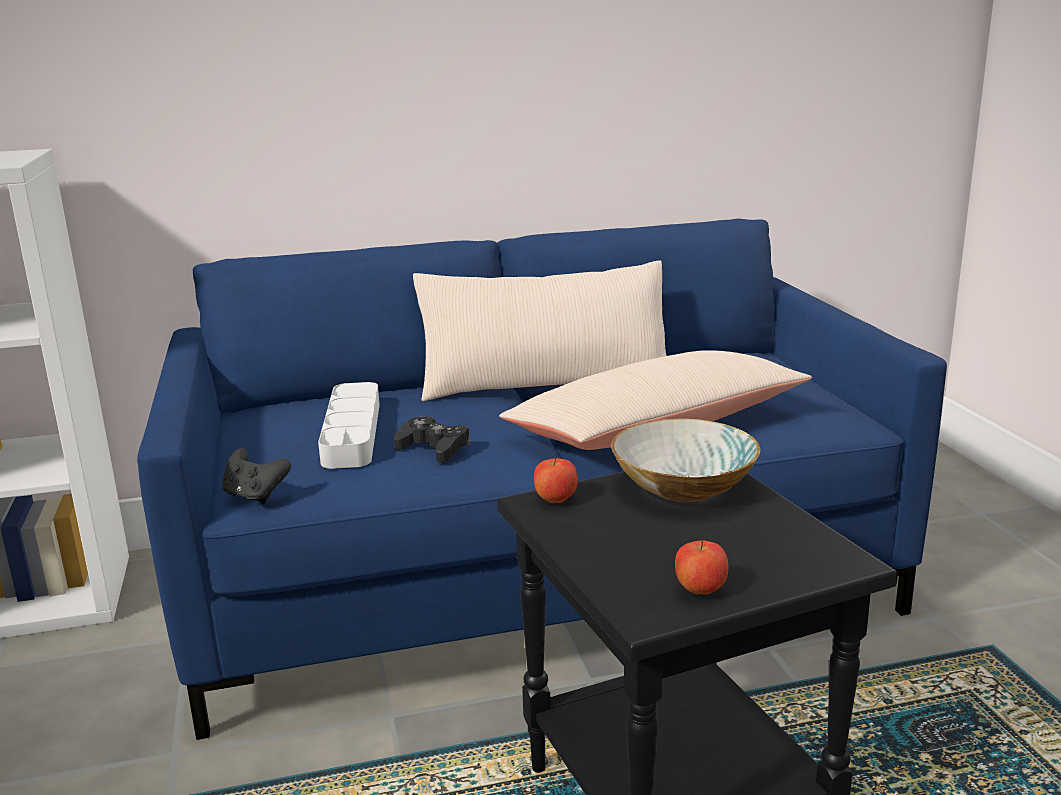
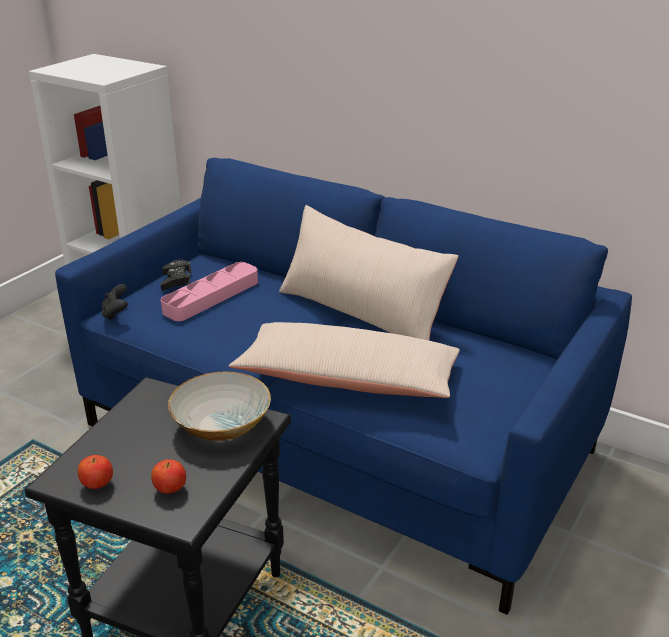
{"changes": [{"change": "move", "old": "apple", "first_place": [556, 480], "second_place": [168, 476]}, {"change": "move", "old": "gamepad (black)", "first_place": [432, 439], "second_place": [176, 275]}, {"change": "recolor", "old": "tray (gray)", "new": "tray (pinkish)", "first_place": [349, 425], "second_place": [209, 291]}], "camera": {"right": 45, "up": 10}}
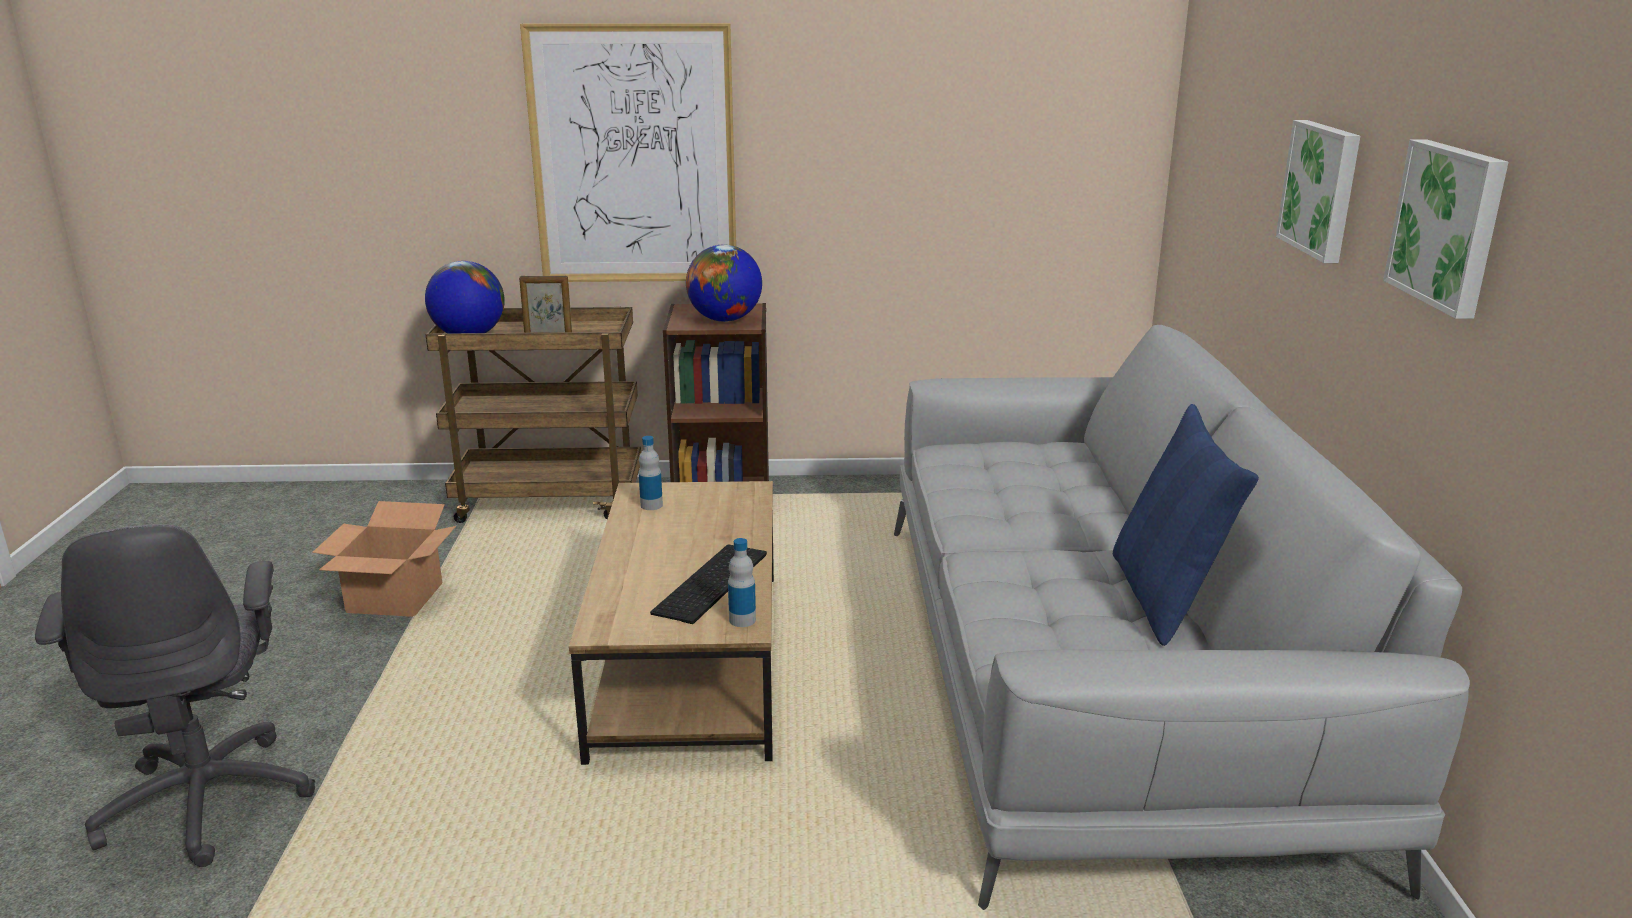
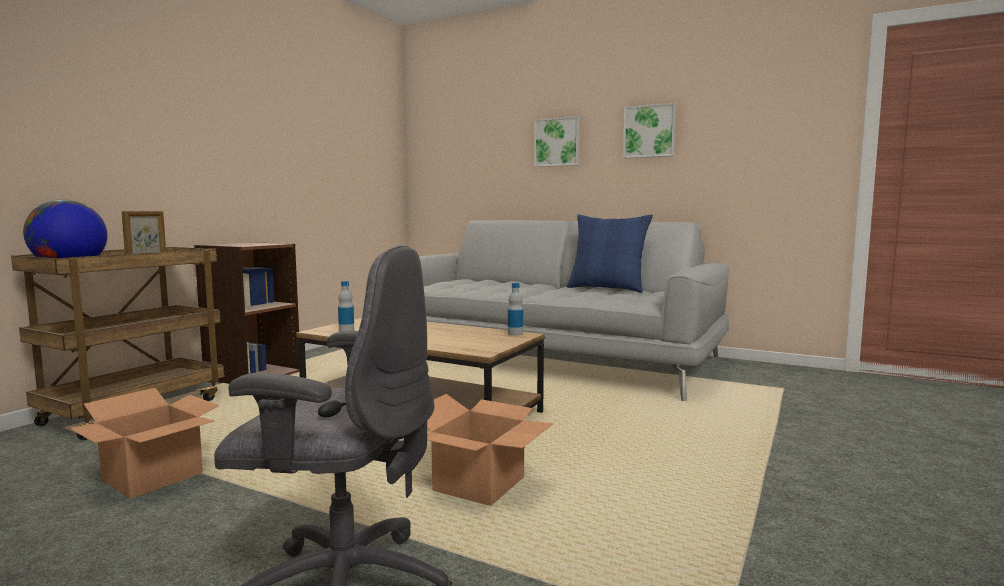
{"changes": [{"change": "insert", "new": "cardboard box", "second_place": [490, 450]}, {"change": "delete", "old": "wall art", "first_place": [628, 152]}, {"change": "delete", "old": "keyboard", "first_place": [708, 584]}, {"change": "delete", "old": "desk globe", "first_place": [724, 283]}], "camera": {"right": -60, "up": -15}}
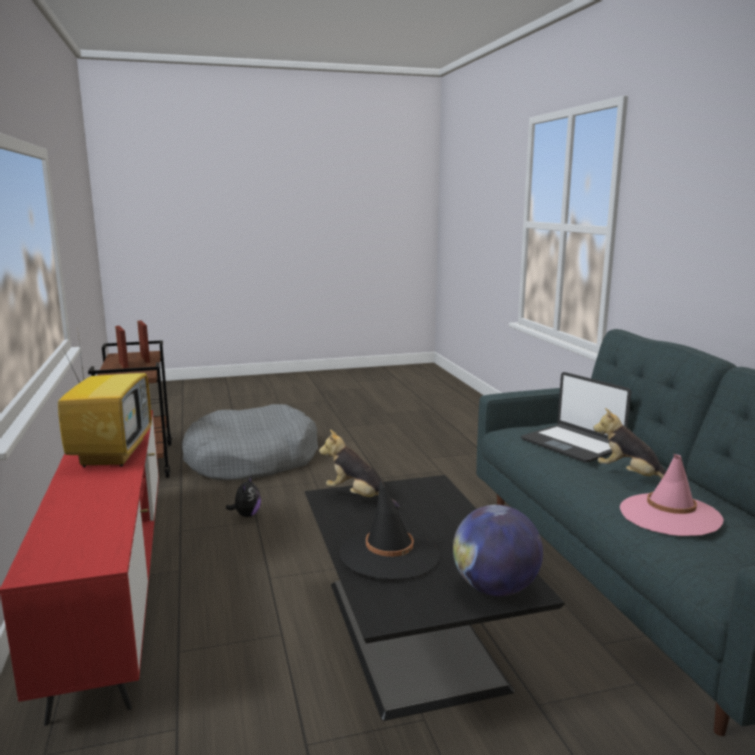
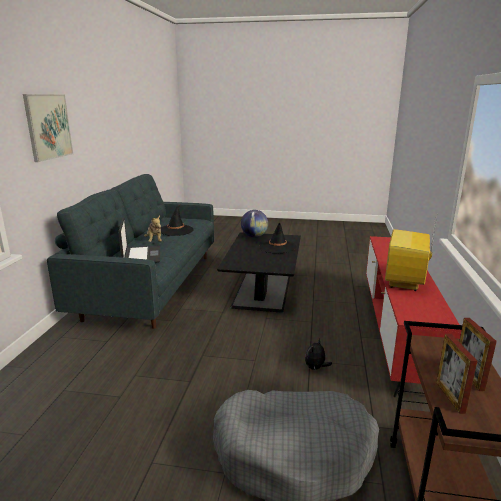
{"changes": [{"change": "insert", "new": "wall art", "second_place": [48, 128]}, {"change": "recolor", "old": "wearable hat (pinkish)", "new": "wearable hat (black)", "first_place": [672, 495], "second_place": [177, 220]}, {"change": "delete", "old": "plush toy", "first_place": [359, 469]}], "camera": {"right": -155, "up": 5}}
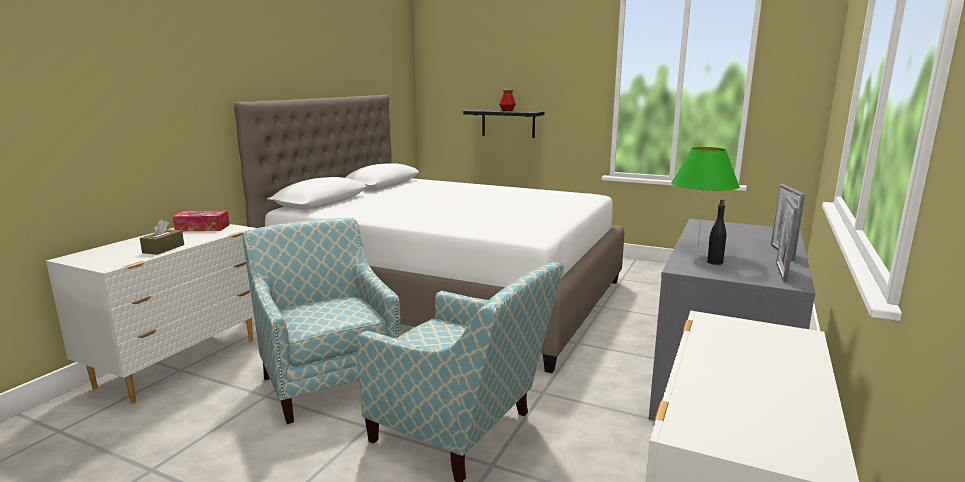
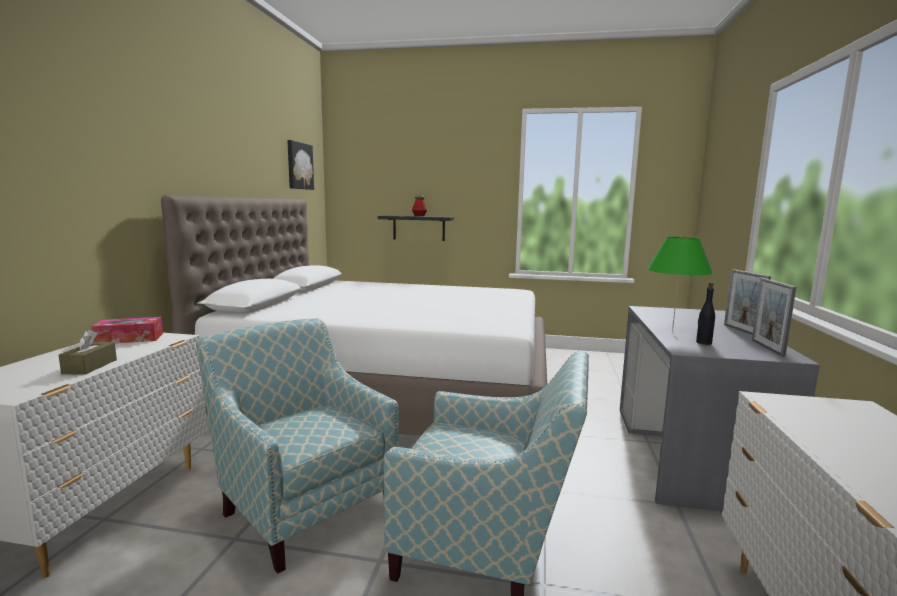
{"changes": [{"change": "insert", "new": "wall art", "second_place": [300, 165]}], "camera": {"right": -15, "up": -5}}
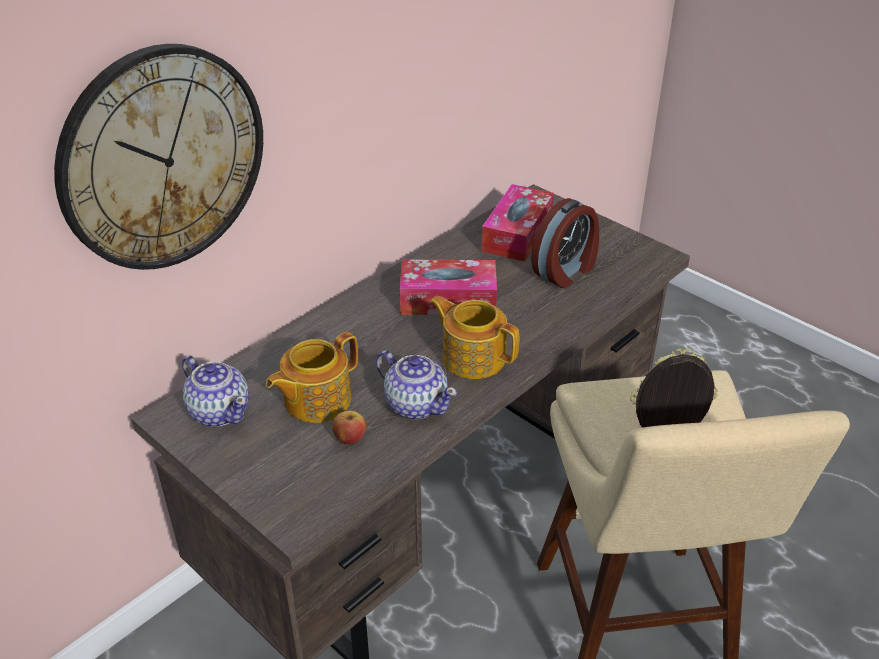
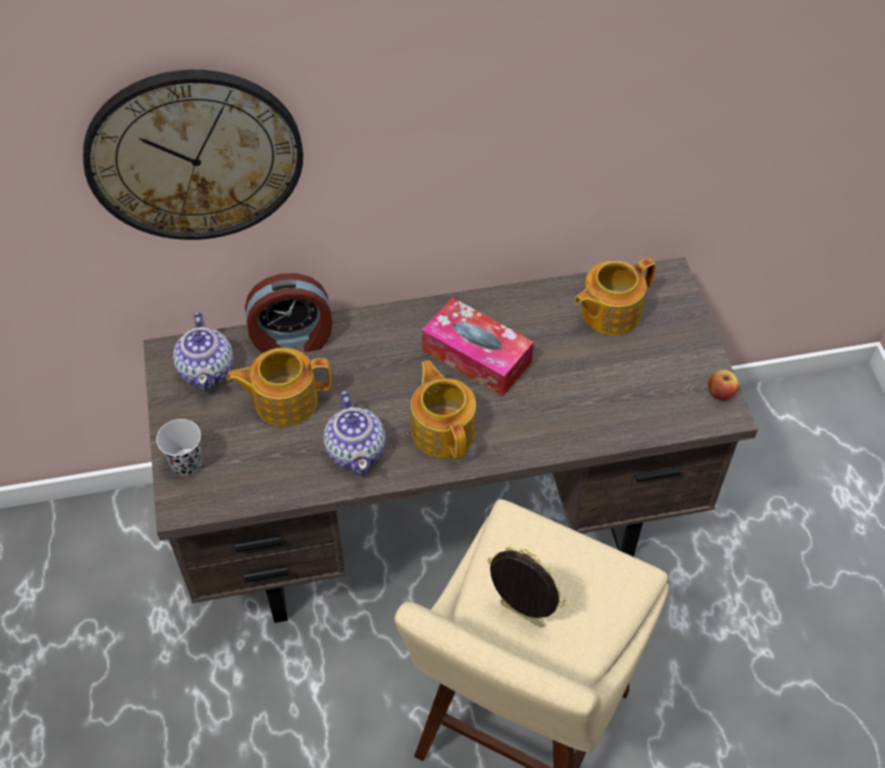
{"changes": [{"change": "insert", "new": "drinking cup (black)", "second_place": [179, 447]}, {"change": "move", "old": "table clock", "first_place": [565, 243], "second_place": [288, 313]}, {"change": "replace", "old": "tissue holder", "new": "tea pot", "first_place": [517, 223], "second_place": [615, 297]}, {"change": "move", "old": "apple", "first_place": [349, 428], "second_place": [723, 385]}], "camera": {"right": 35, "up": 15}}
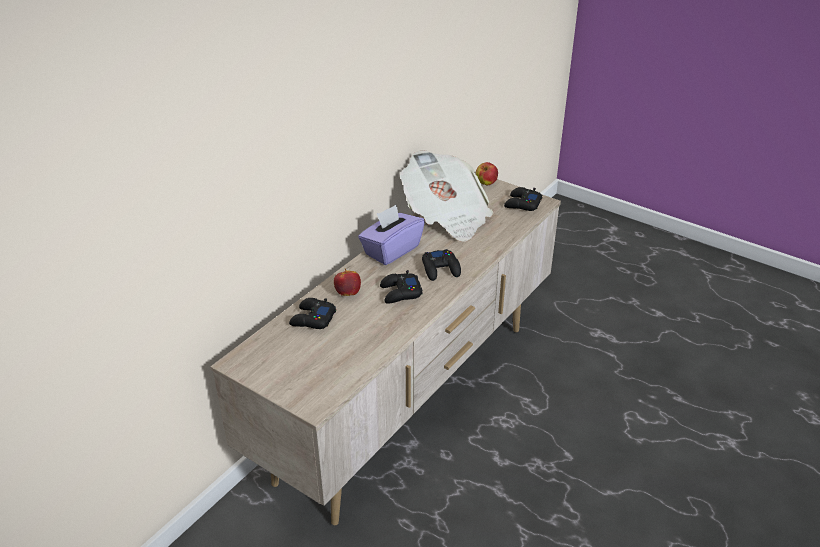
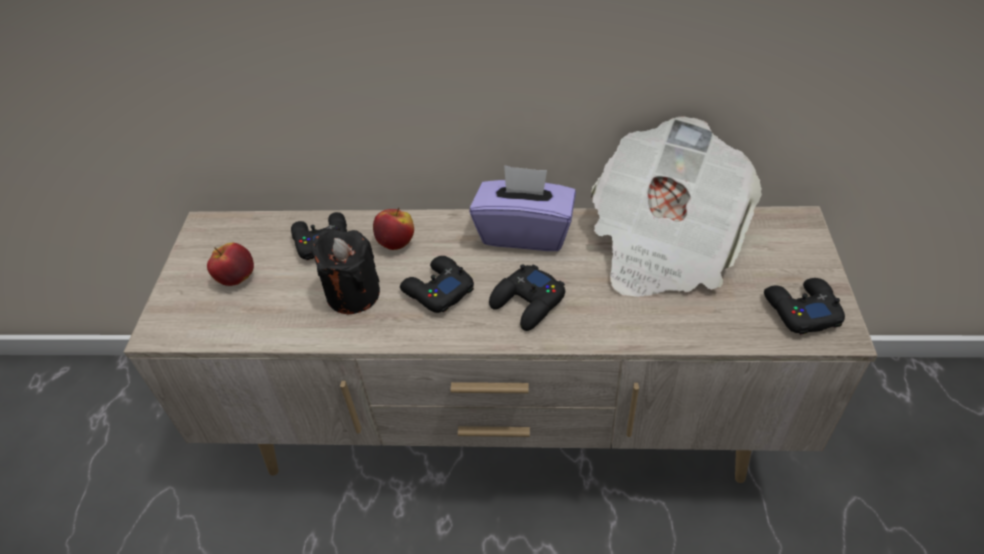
{"changes": [{"change": "move", "old": "apple", "first_place": [487, 173], "second_place": [230, 264]}, {"change": "insert", "new": "candle (black)", "second_place": [345, 271]}], "camera": {"right": 60, "up": 10}}
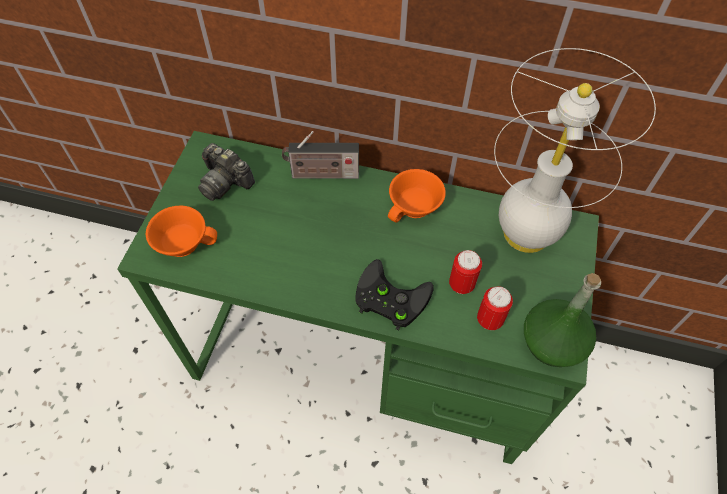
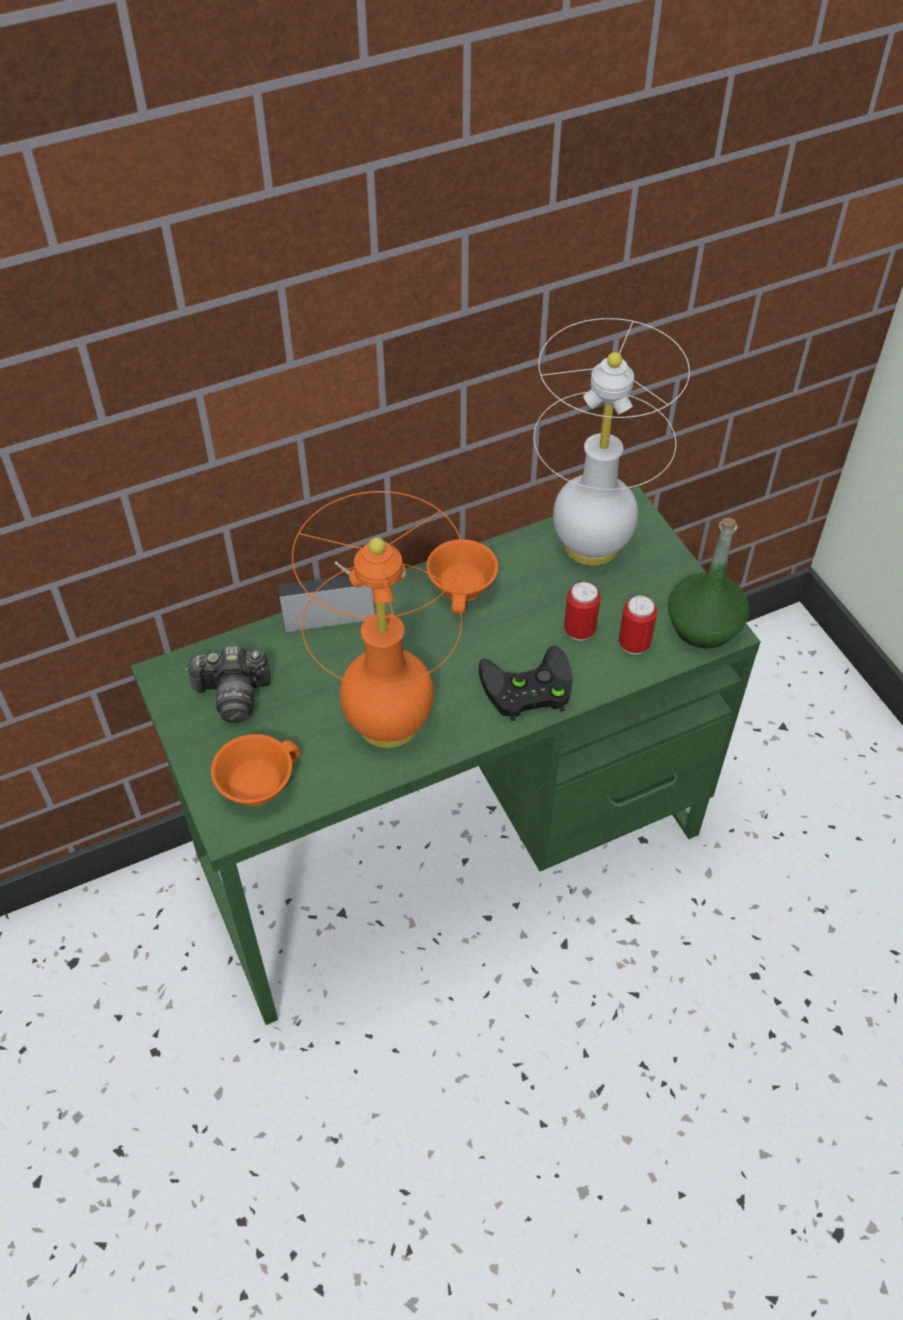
{"changes": [{"change": "rotate", "old": "radio", "first_place": [320, 155], "second_place": [326, 597], "degrees": -150}, {"change": "insert", "new": "lamp for a table (orangey)", "second_place": [377, 619]}], "camera": {"right": -40, "up": -5}}
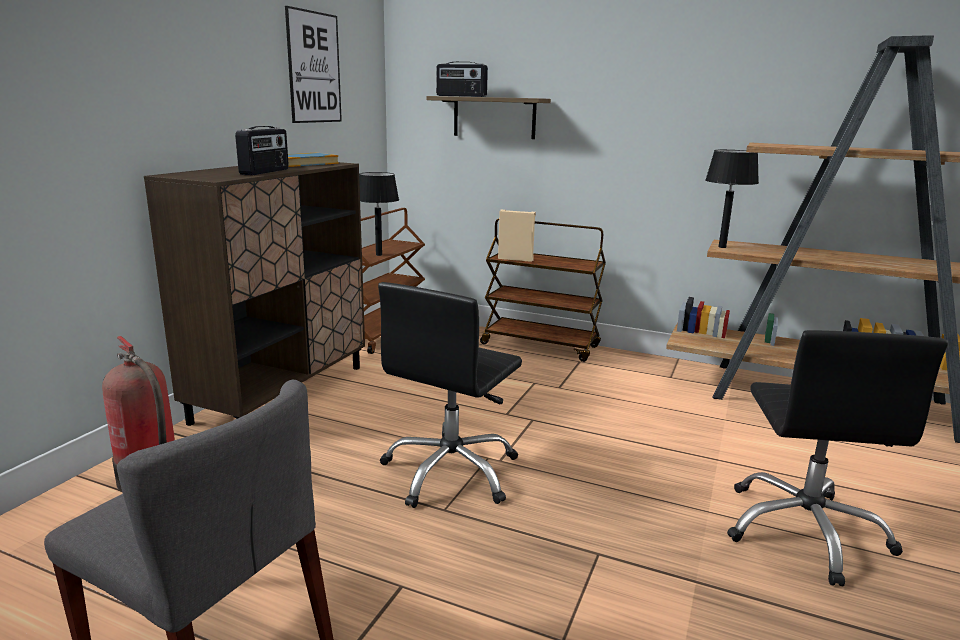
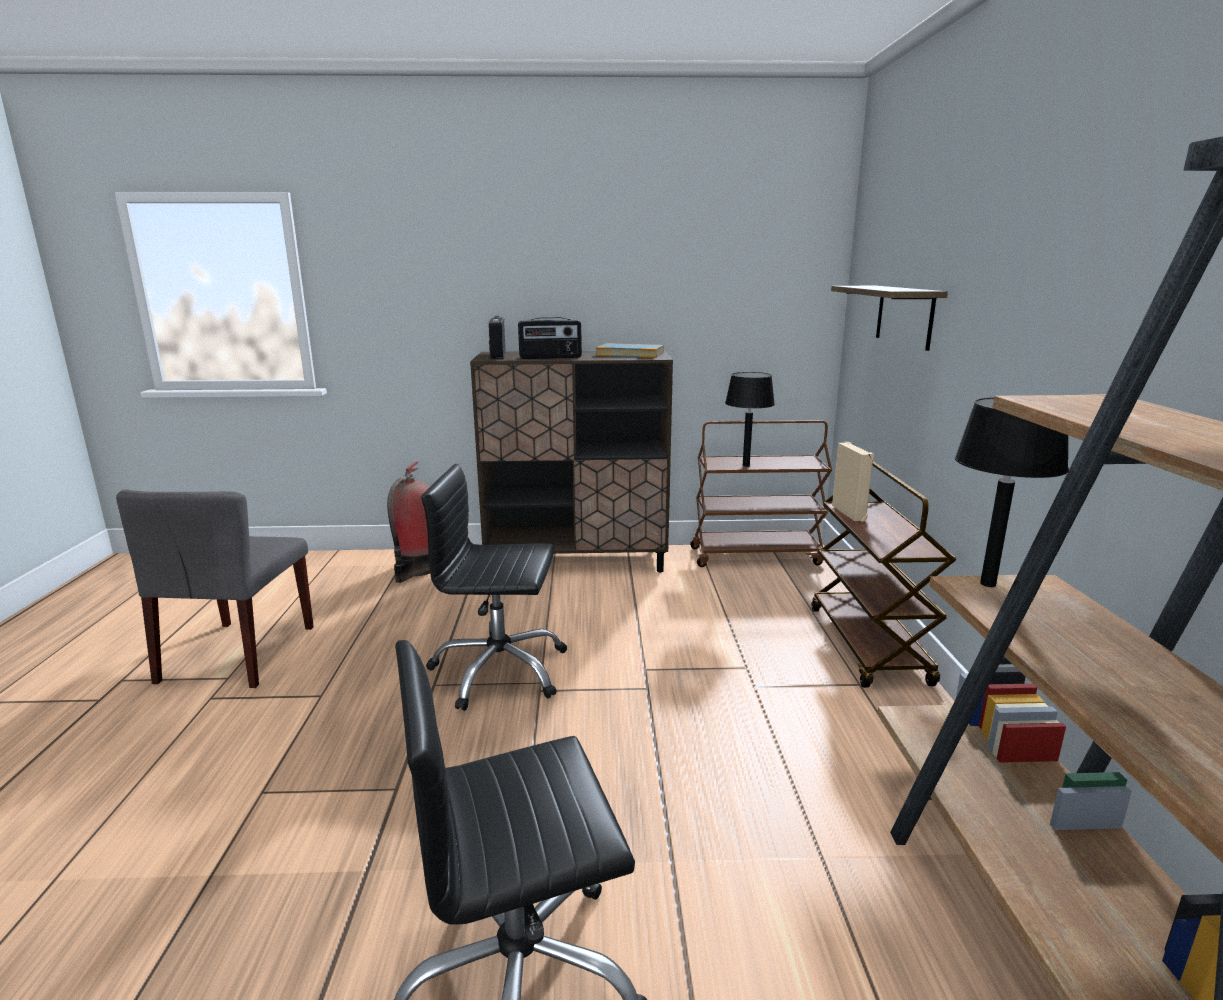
{"changes": [{"change": "move", "old": "radio", "first_place": [462, 79], "second_place": [497, 337]}, {"change": "delete", "old": "wall art", "first_place": [313, 64]}], "camera": {"right": 65, "up": 0}}
